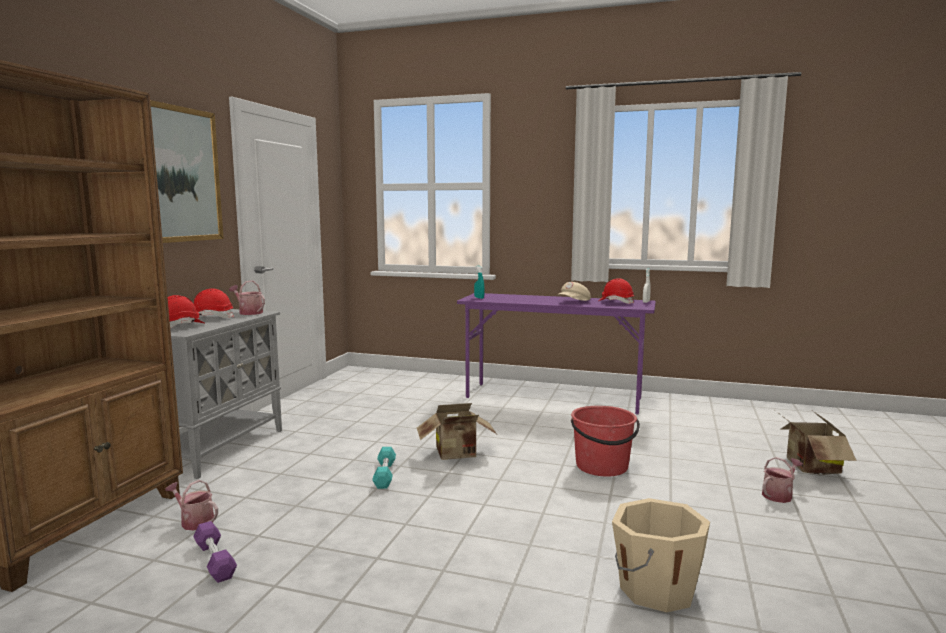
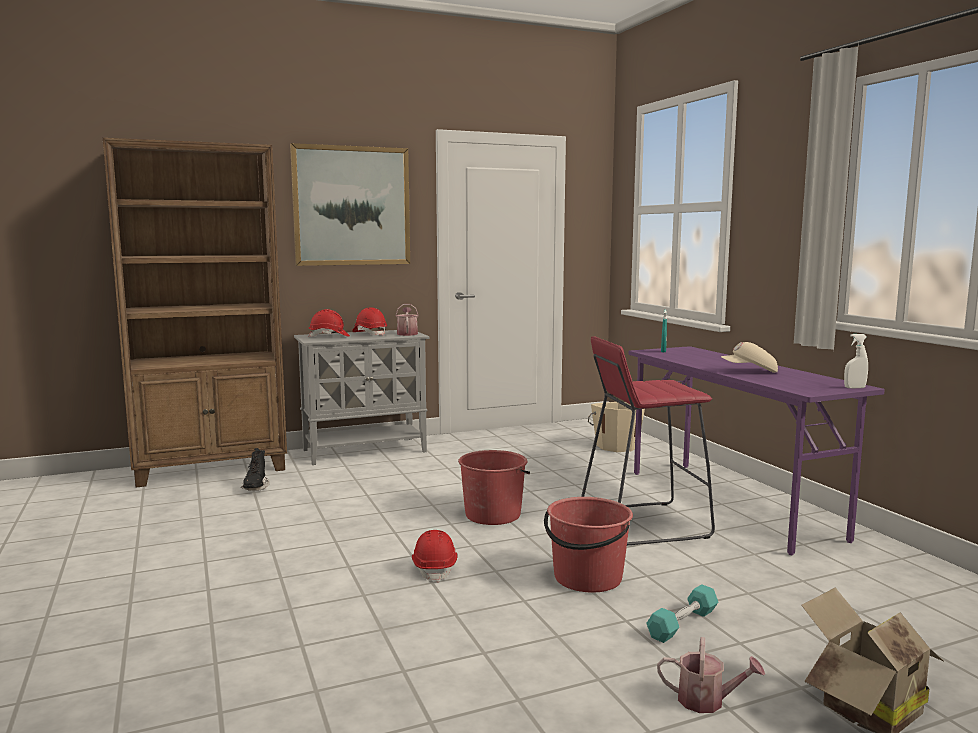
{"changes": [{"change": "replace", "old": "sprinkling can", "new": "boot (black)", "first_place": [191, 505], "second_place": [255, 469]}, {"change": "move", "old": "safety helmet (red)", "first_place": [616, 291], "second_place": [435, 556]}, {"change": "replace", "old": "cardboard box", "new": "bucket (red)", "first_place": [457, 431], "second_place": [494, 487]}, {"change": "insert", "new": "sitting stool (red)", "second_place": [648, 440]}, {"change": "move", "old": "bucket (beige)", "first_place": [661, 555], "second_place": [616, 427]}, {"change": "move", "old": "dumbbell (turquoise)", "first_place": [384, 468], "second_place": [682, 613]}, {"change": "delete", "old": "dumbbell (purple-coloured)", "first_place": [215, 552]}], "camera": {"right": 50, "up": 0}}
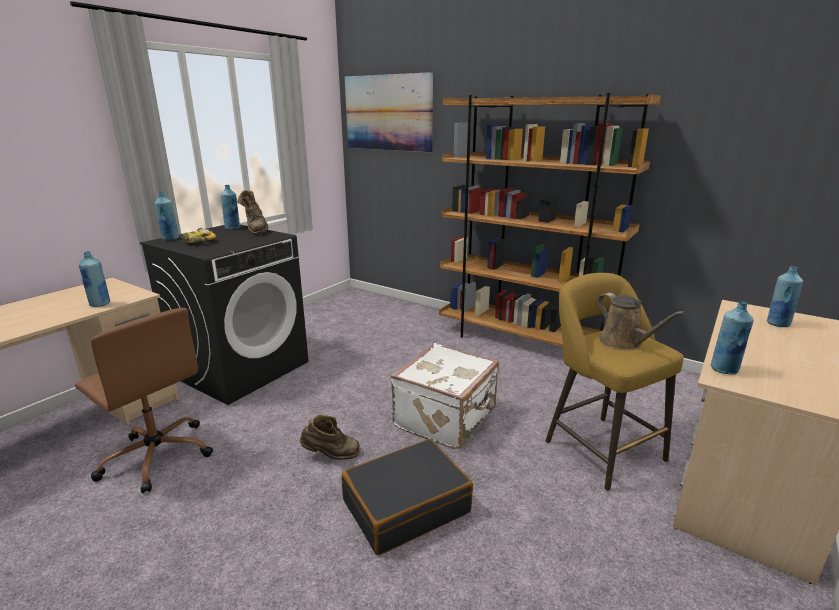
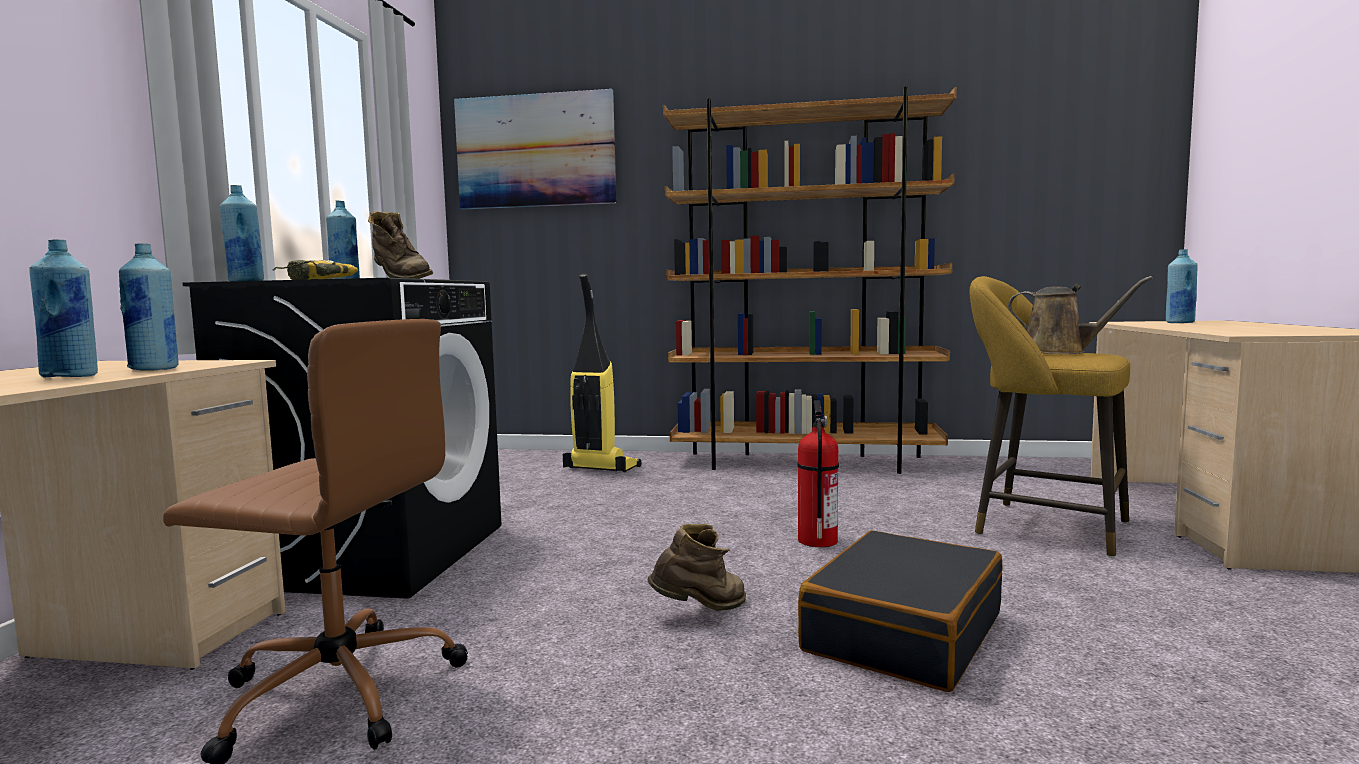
{"changes": [{"change": "move", "old": "beverage bottle (blue-coloured)", "first_place": [732, 338], "second_place": [63, 308]}, {"change": "insert", "new": "hoover", "second_place": [602, 373]}, {"change": "replace", "old": "suitcase (whitish)", "new": "fire extinguisher", "first_place": [445, 396], "second_place": [818, 473]}], "camera": {"right": -25, "up": -15}}
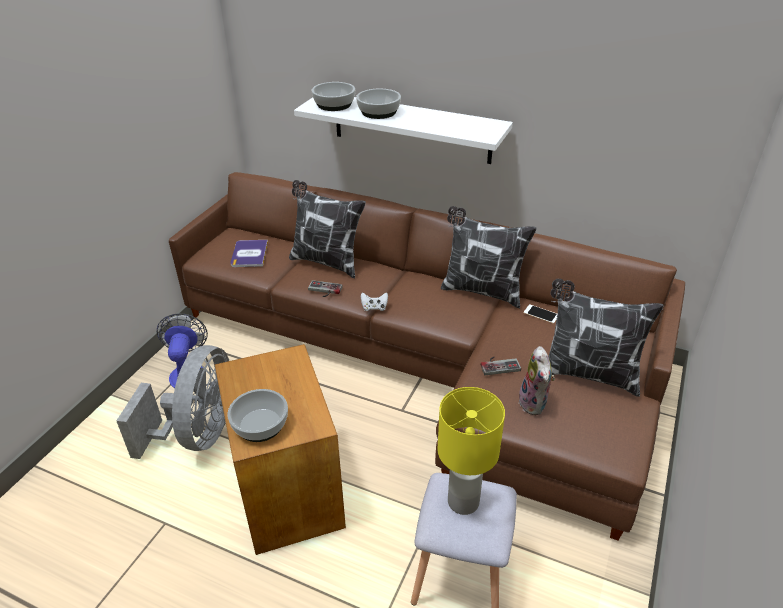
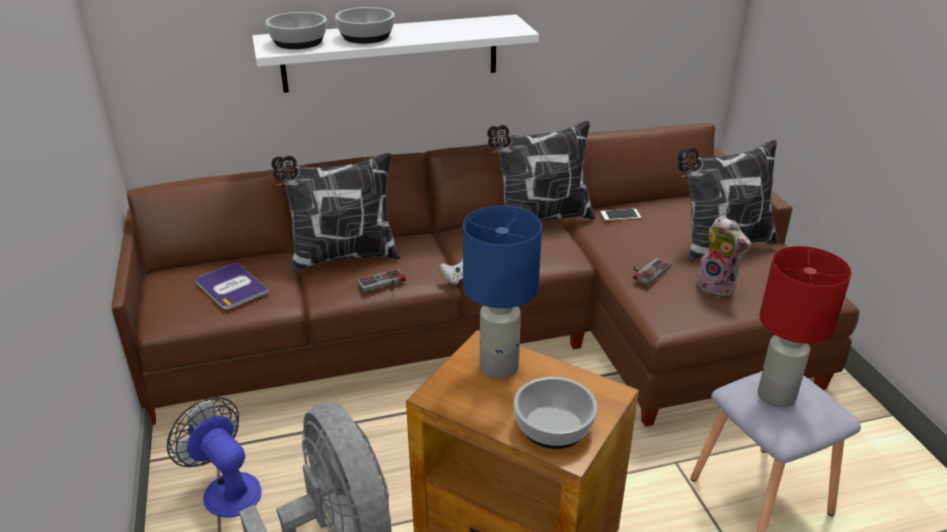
{"changes": [{"change": "insert", "new": "lamp for a table (blue-coloured)", "second_place": [502, 292]}, {"change": "recolor", "old": "lamp for a table (yellow)", "new": "lamp for a table (red)", "first_place": [471, 451], "second_place": [805, 327]}], "camera": {"right": -40, "up": -5}}
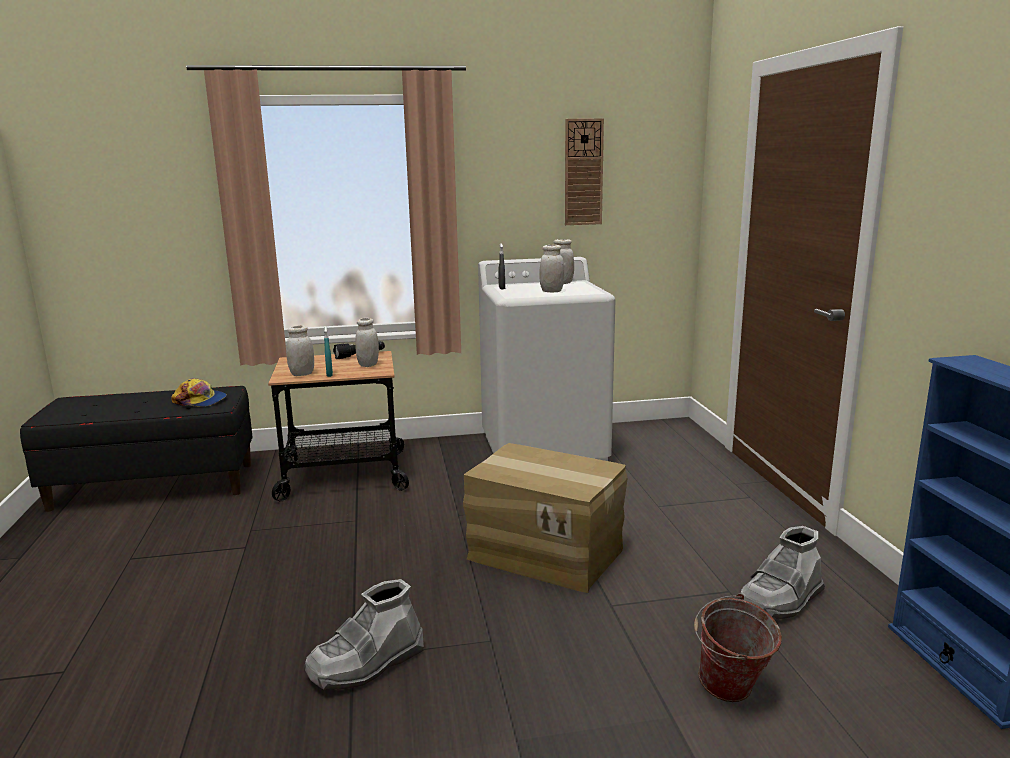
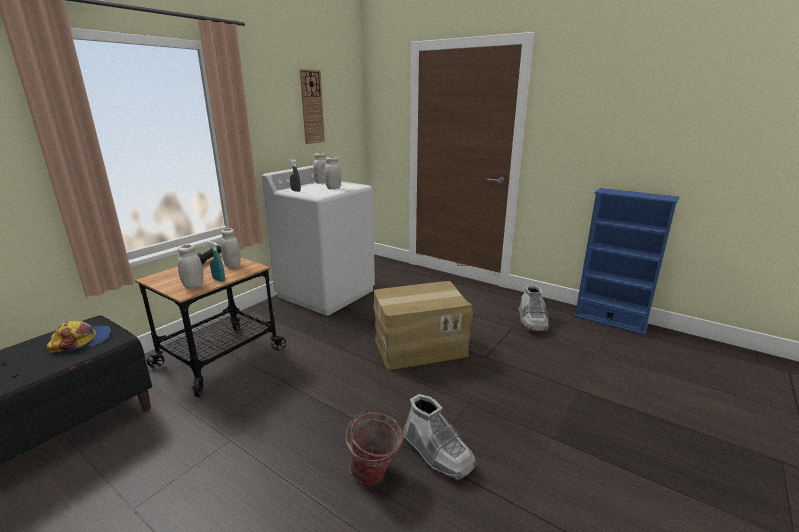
{"changes": [{"change": "move", "old": "bucket", "first_place": [738, 648], "second_place": [374, 447]}, {"change": "rotate", "old": "boot (gray)", "first_place": [363, 634], "second_place": [440, 437], "degrees": -45}], "camera": {"right": -45, "up": 5}}
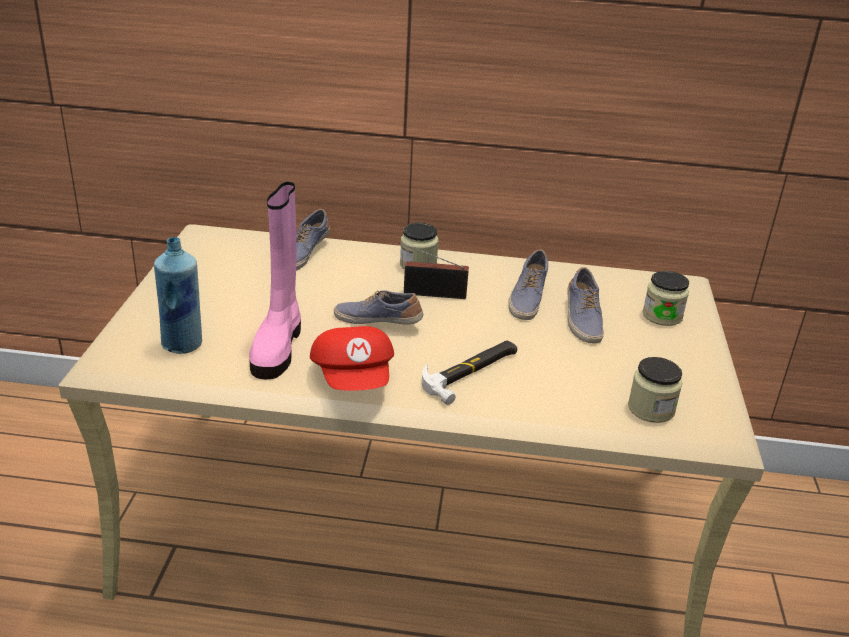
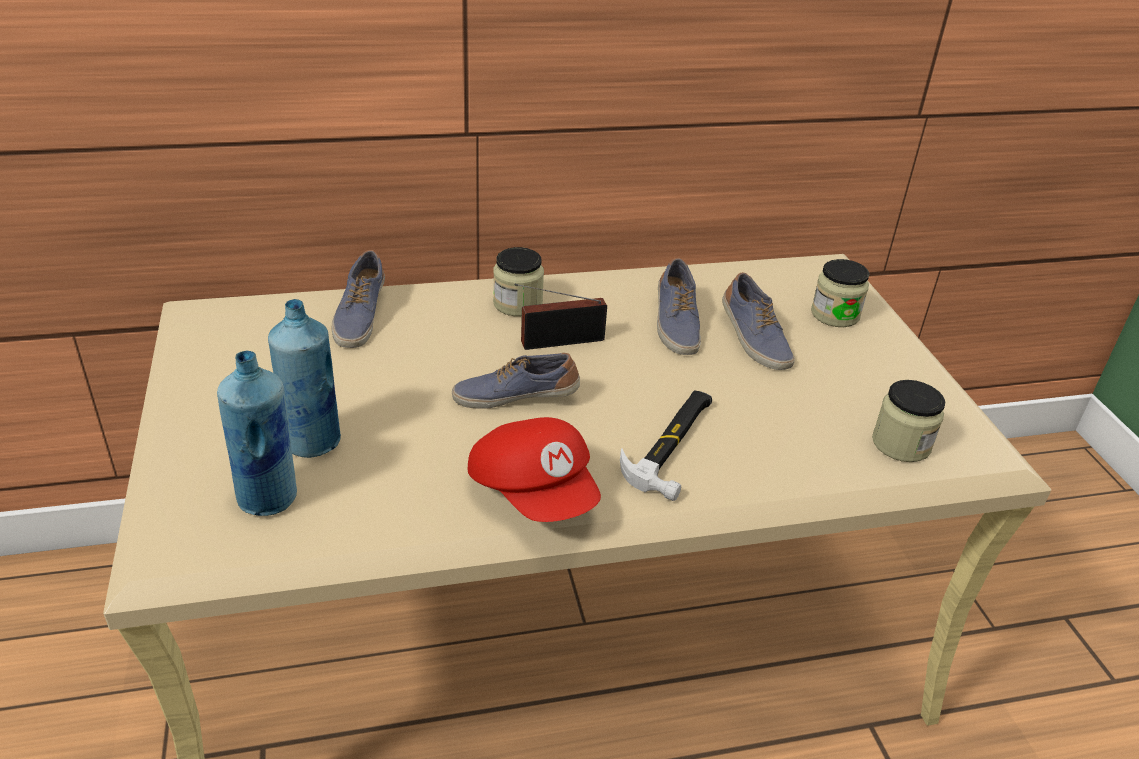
{"changes": [{"change": "insert", "new": "beverage bottle (blue-coloured)", "second_place": [304, 378]}, {"change": "delete", "old": "boot (pinkish)", "first_place": [275, 280]}], "camera": {"right": -20, "up": 5}}
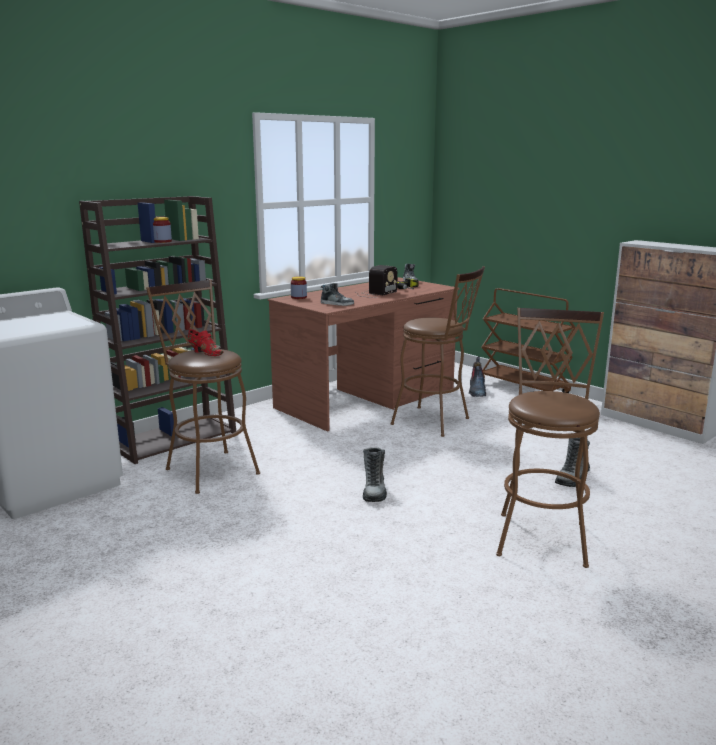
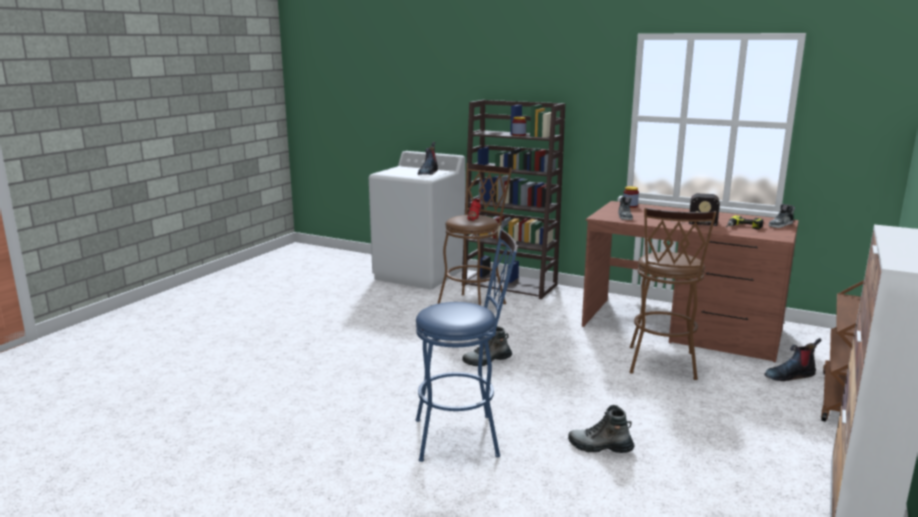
{"changes": [{"change": "recolor", "old": "sitting stool (brown-coloured)", "new": "sitting stool (blue-coloured)", "first_place": [550, 438], "second_place": [466, 345]}, {"change": "insert", "new": "boot", "second_place": [428, 158]}], "camera": {"right": 70, "up": 0}}
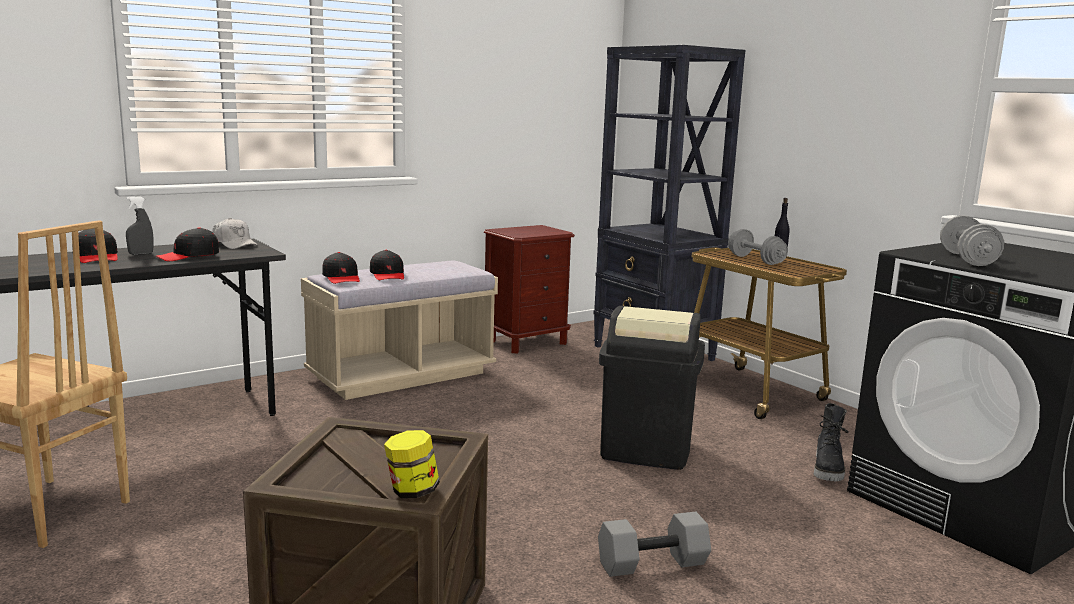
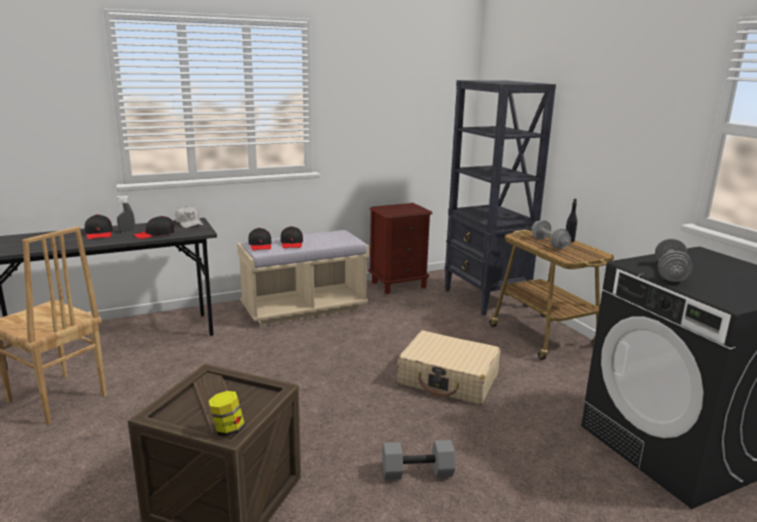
{"changes": [{"change": "replace", "old": "waste bin (black)", "new": "suitcase (beige)", "first_place": [652, 388], "second_place": [449, 368]}, {"change": "delete", "old": "boot (black)", "first_place": [831, 442]}], "camera": {"right": 10, "up": 5}}
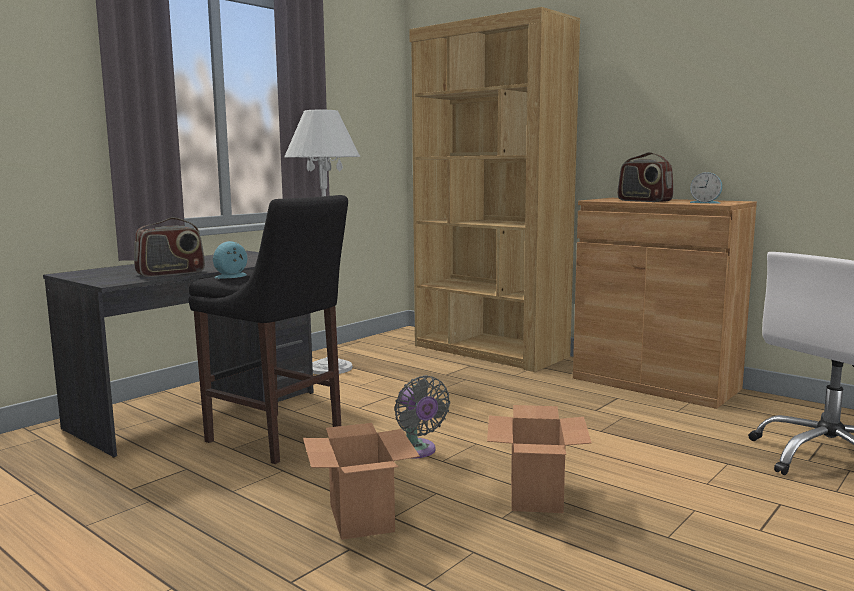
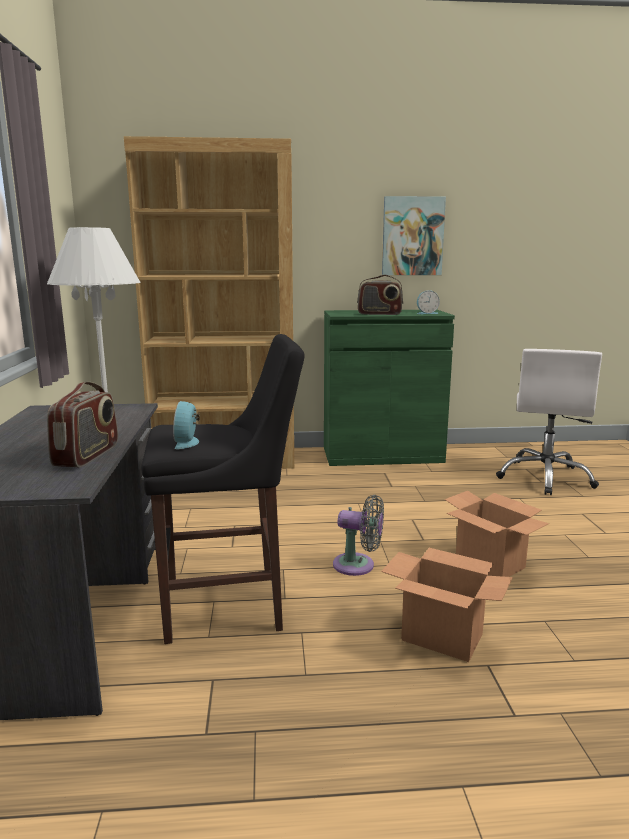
{"changes": [{"change": "recolor", "old": "cupboard (brown-coloured)", "new": "cupboard (green)", "first_place": [665, 303], "second_place": [389, 388]}, {"change": "insert", "new": "wall art", "second_place": [414, 235]}], "camera": {"right": -45, "up": 5}}
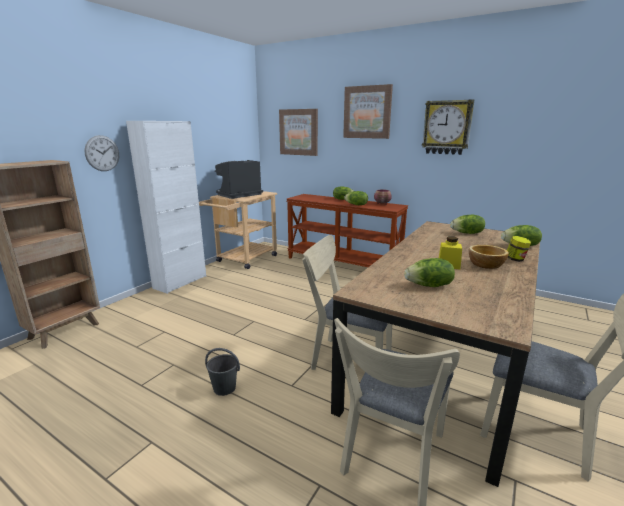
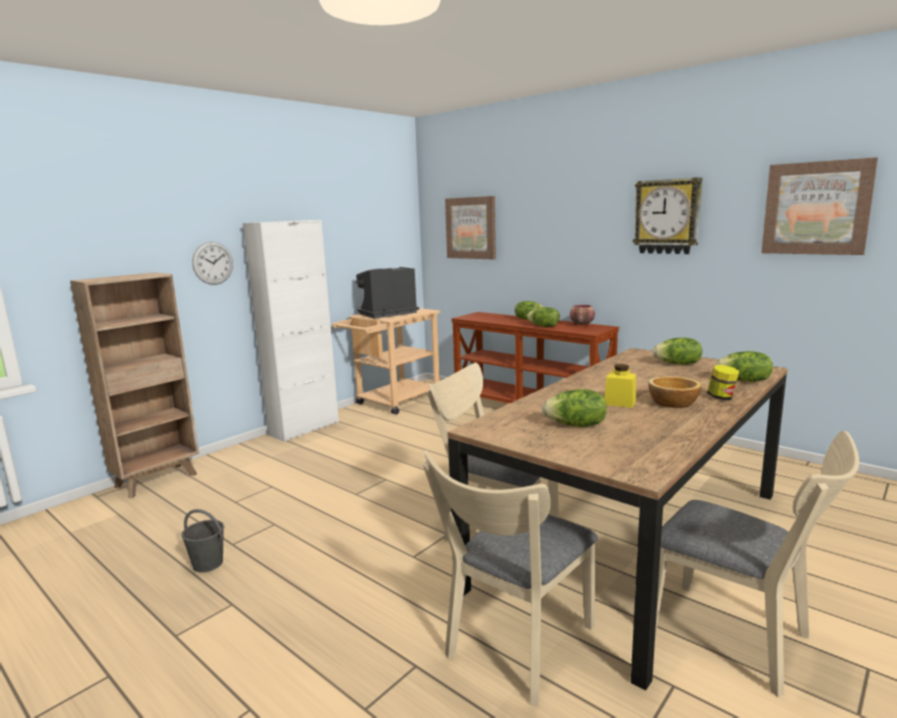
{"changes": [{"change": "move", "old": "bucket (gray)", "first_place": [222, 372], "second_place": [202, 540]}, {"change": "move", "old": "wall art", "first_place": [368, 111], "second_place": [819, 206]}], "camera": {"right": 10, "up": -5}}
